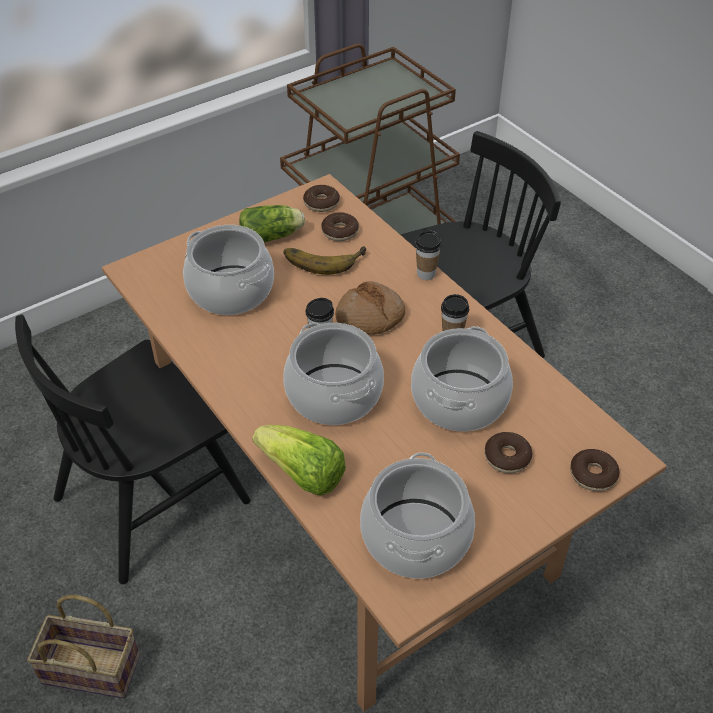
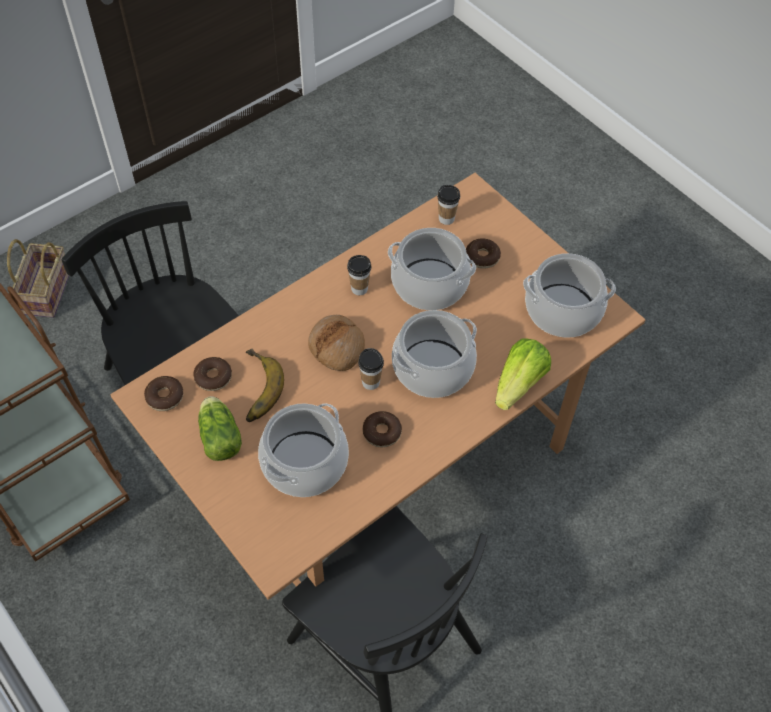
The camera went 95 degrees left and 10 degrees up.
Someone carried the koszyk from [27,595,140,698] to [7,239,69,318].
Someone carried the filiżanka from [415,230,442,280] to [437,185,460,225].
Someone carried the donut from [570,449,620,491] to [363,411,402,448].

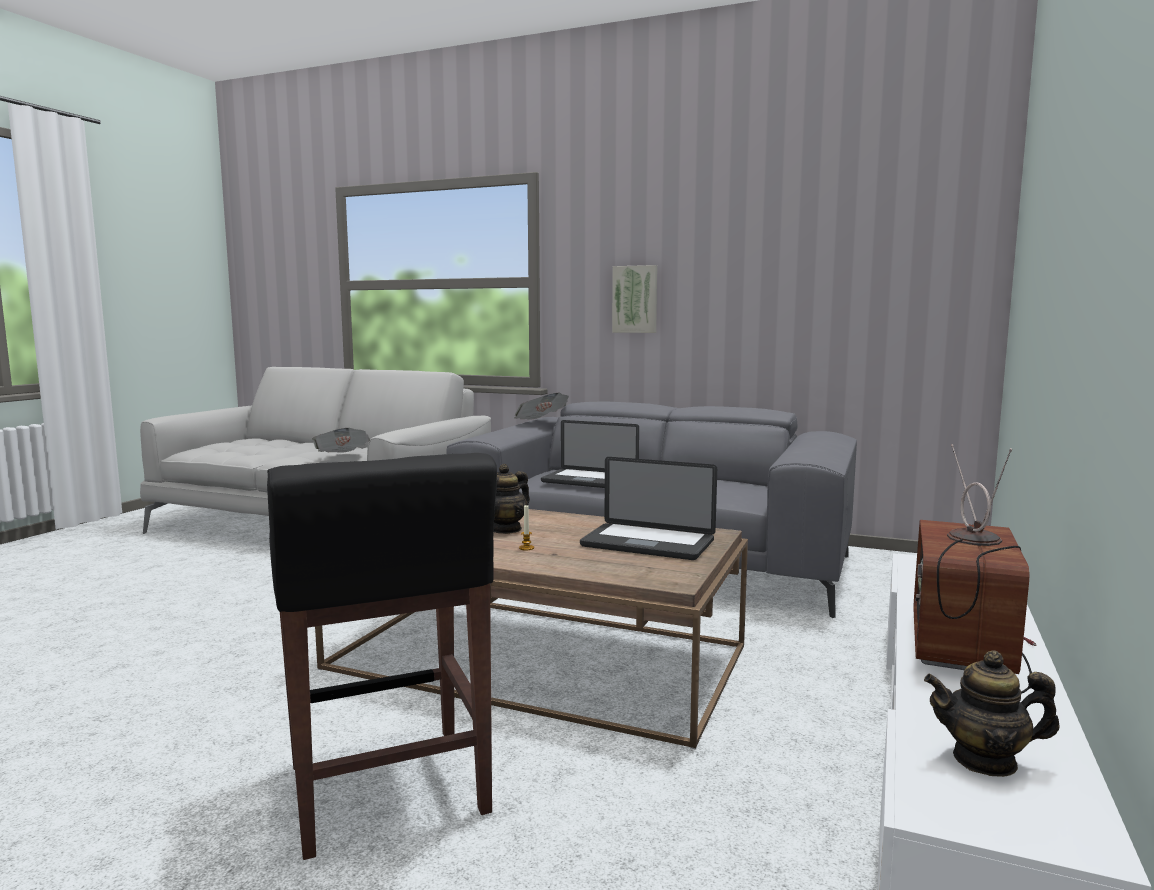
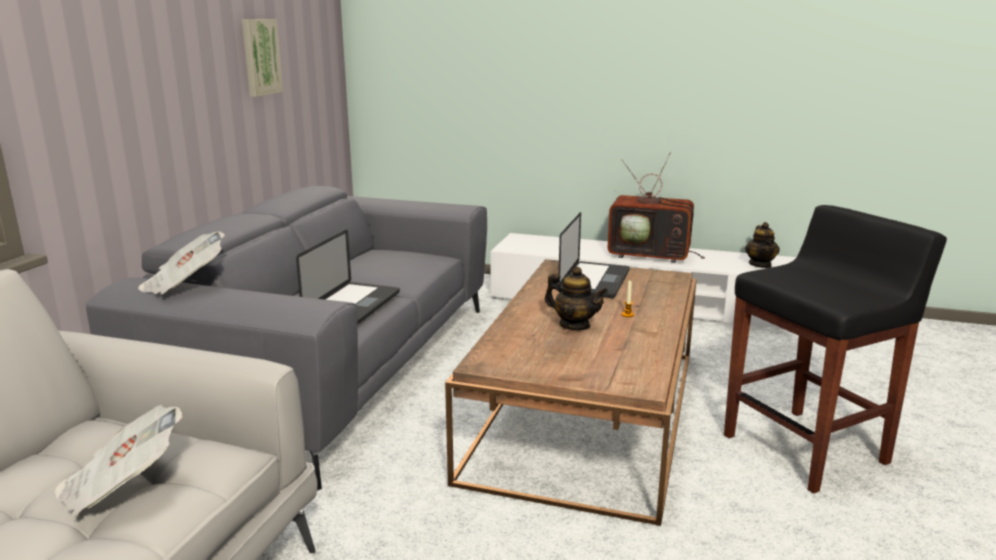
The camera went 95 degrees left and 10 degrees up.
Someone carried the obraz from [612,265,657,333] to [242,19,283,97].

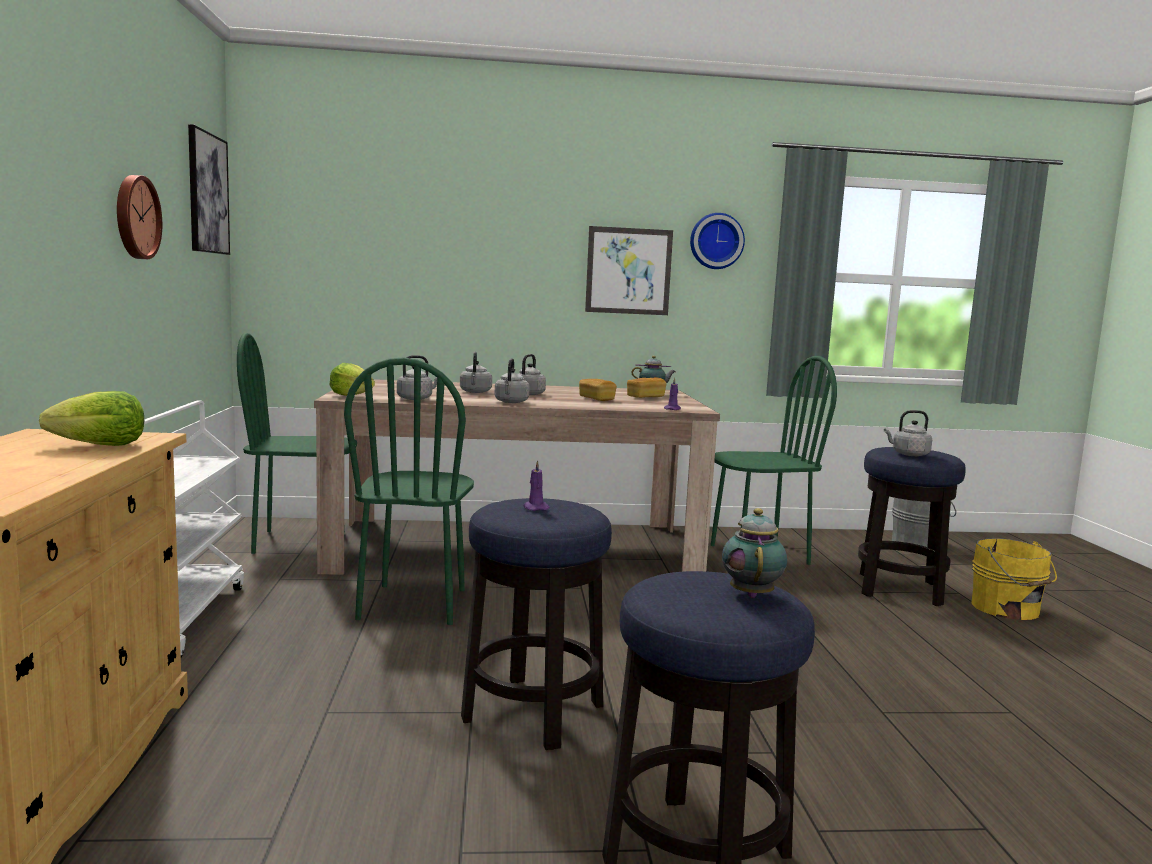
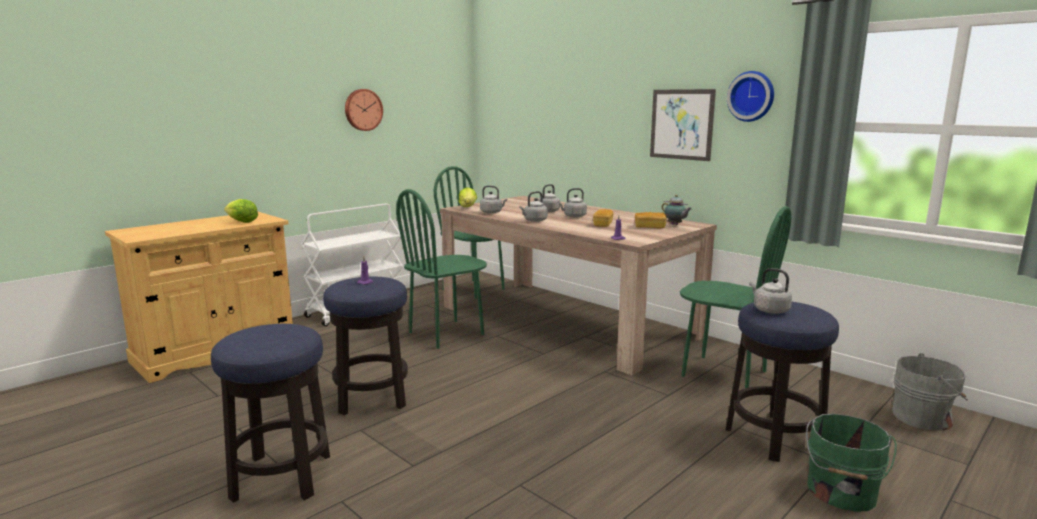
The camera went 50 degrees right and 5 degrees up.
Someone took away the obraz at [188,124,230,255].
Someone took away the imbryk at [722,508,787,598].
Someone repainted the wiadro (żółty) at [971,538,1057,620], which became the wiadro (zielony) at [806,414,897,512].

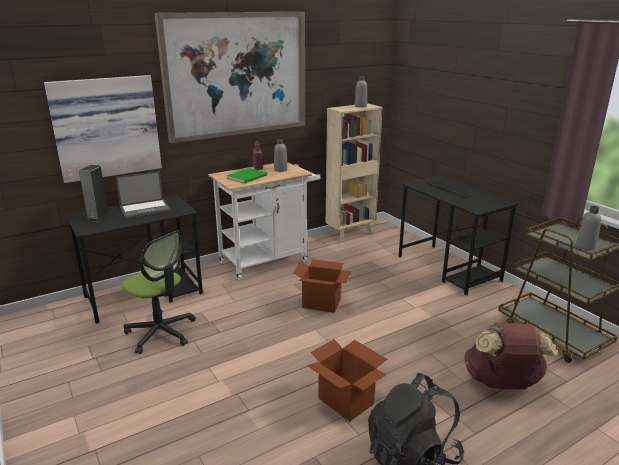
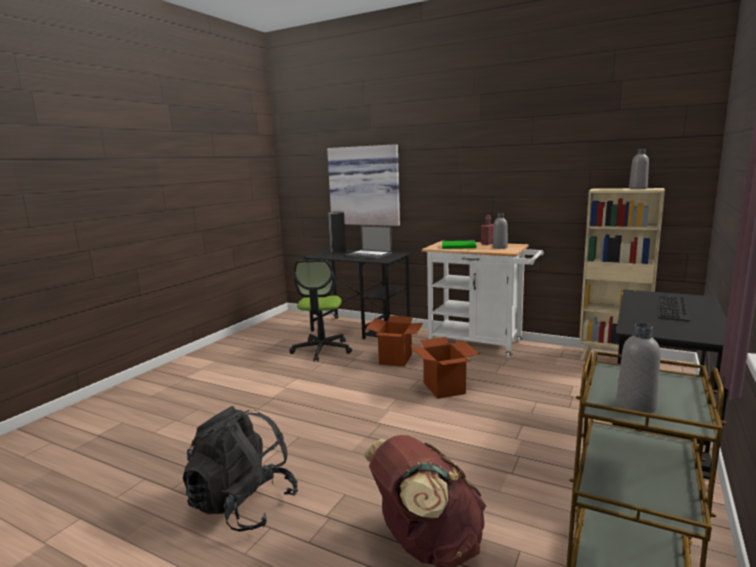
The camera went 60 degrees right and 10 degrees down.
Someone took away the obraz at [154,12,305,143].
Someone carried the karton from [307,339,387,421] to [366,316,423,367].

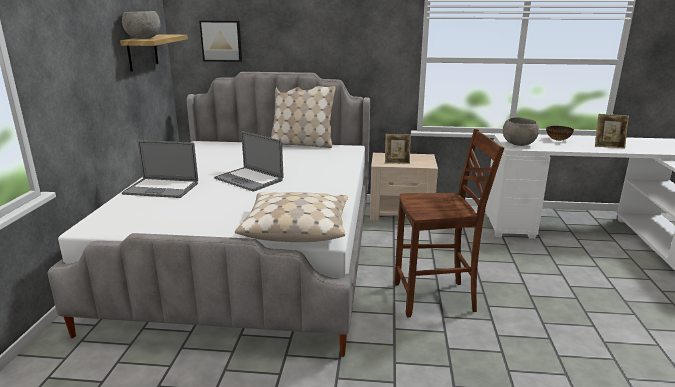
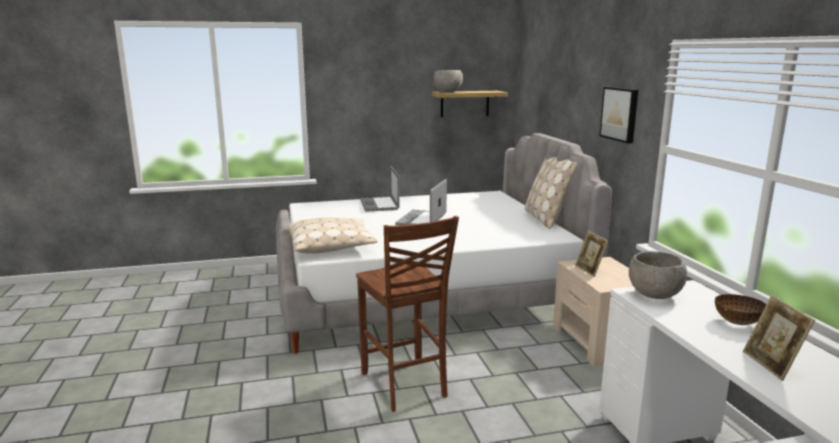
The camera went 70 degrees right and 5 degrees down.
Someone carried the obraz from [199,21,242,62] to [599,87,638,144].

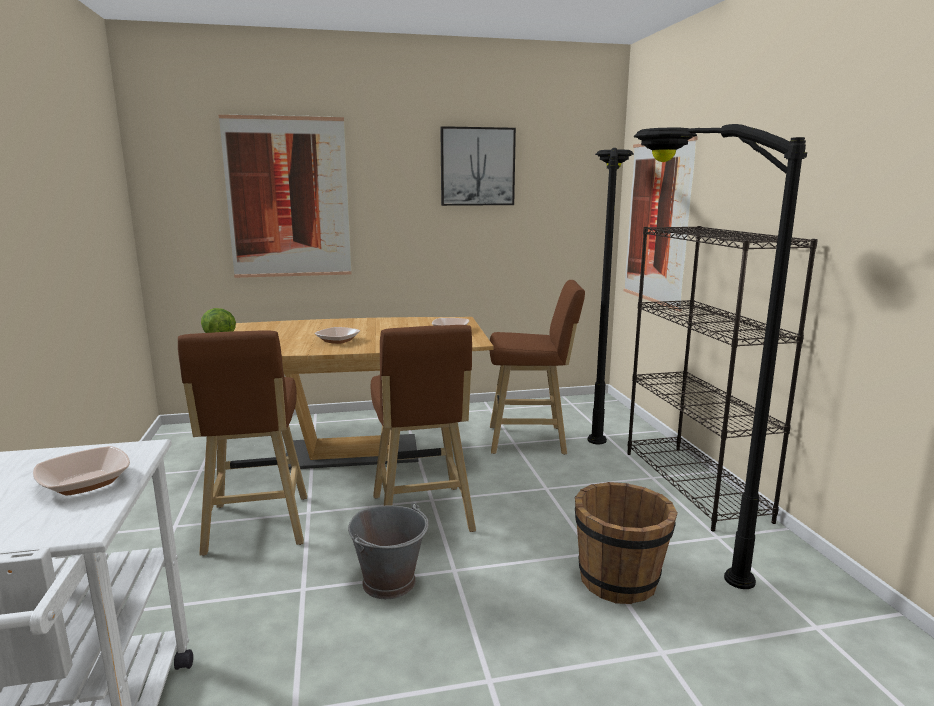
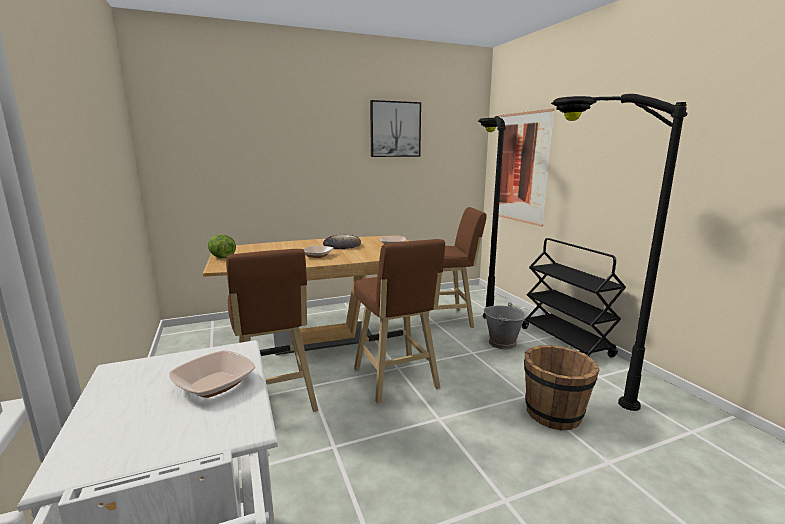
The camera went 10 degrees left and 0 degrees up.
Someone took away the obraz at [219,114,352,278].
Someone carried the wiadro (szary) from [348,502,429,599] to [483,302,527,350].
Someone swapped the regał (czarny) at [627,226,818,532] for the wózek (czarny) at [522,238,626,358].
Someone put down the chleb at [323,234,361,249].

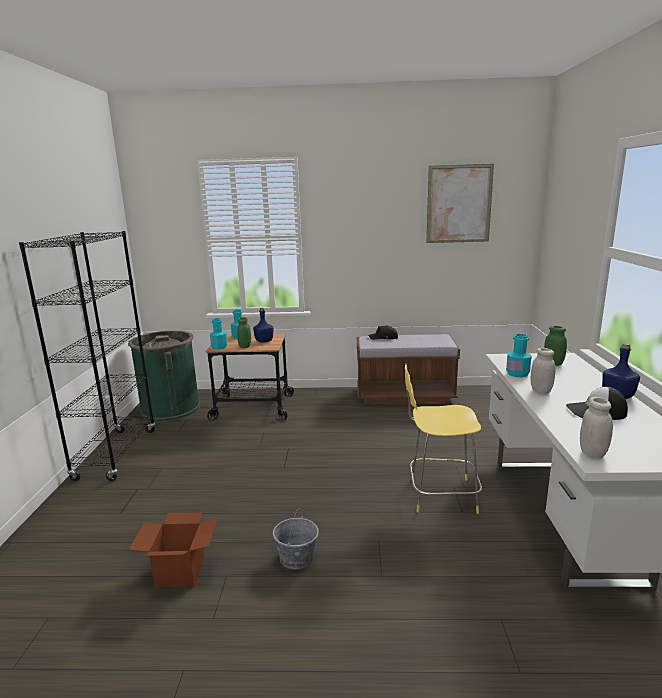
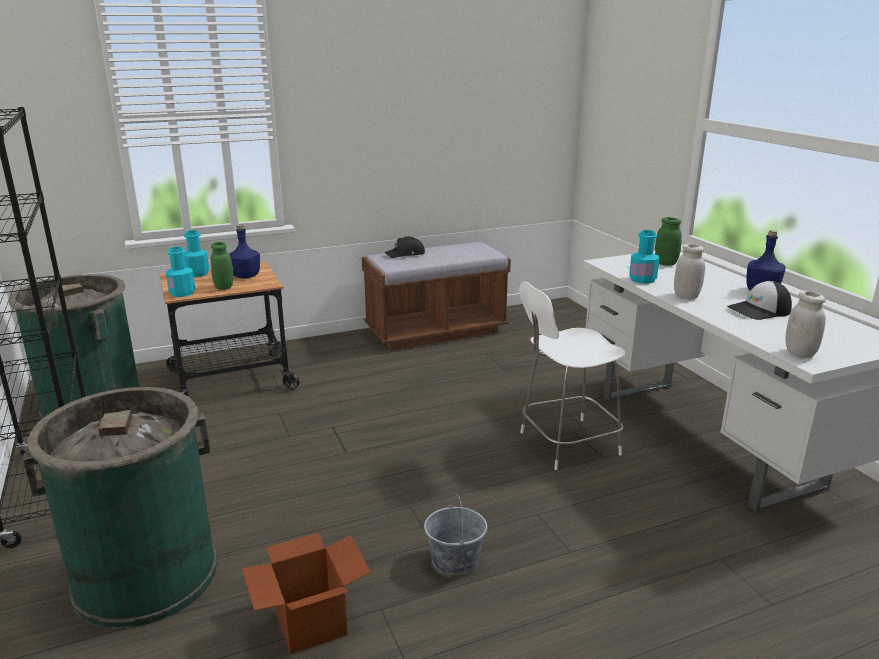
The camera went 25 degrees left and 5 degrees up.
Someone repainted the stołek (żółty) at [405,363,482,514], which became the stołek (biały) at [519,281,625,470].
Someone took away the obraz at [427,164,494,243].
Someone put down the kosz na śmieci (zielony) at [23,387,217,629].

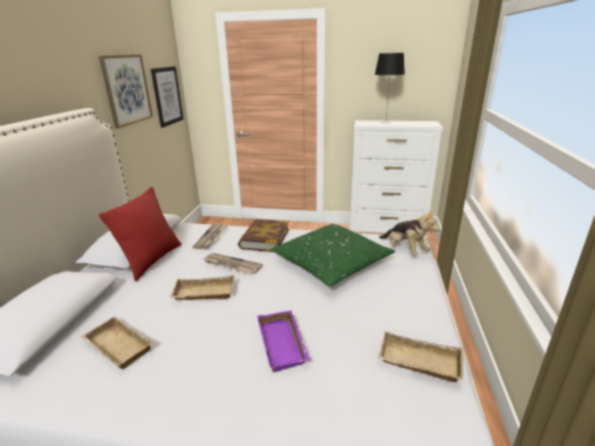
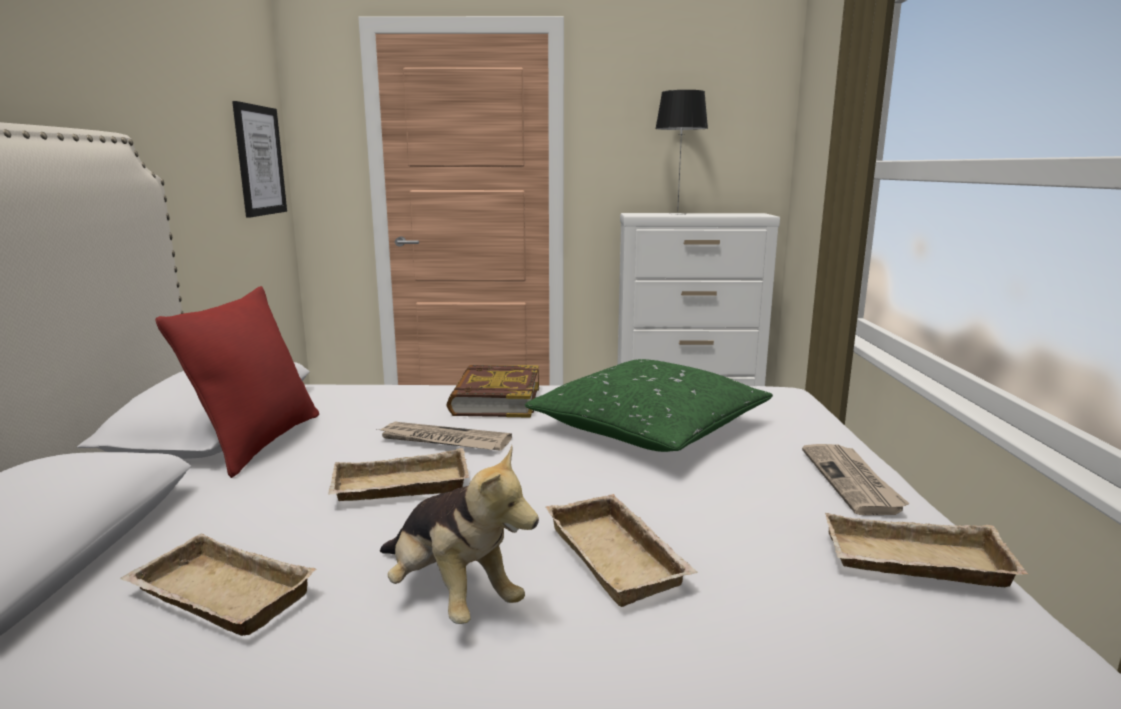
The camera went 10 degrees left and 10 degrees down.
Someone took away the obraz at [99,54,153,129].
Someone carried the gazeta from [193,223,228,249] to [802,444,910,515].
Someone repainted the taca (fioletowy) at [257,310,310,373], which became the taca (beżowy) at [546,494,698,607].
Someone carried the pluszak from [379,210,440,255] to [380,445,539,624].

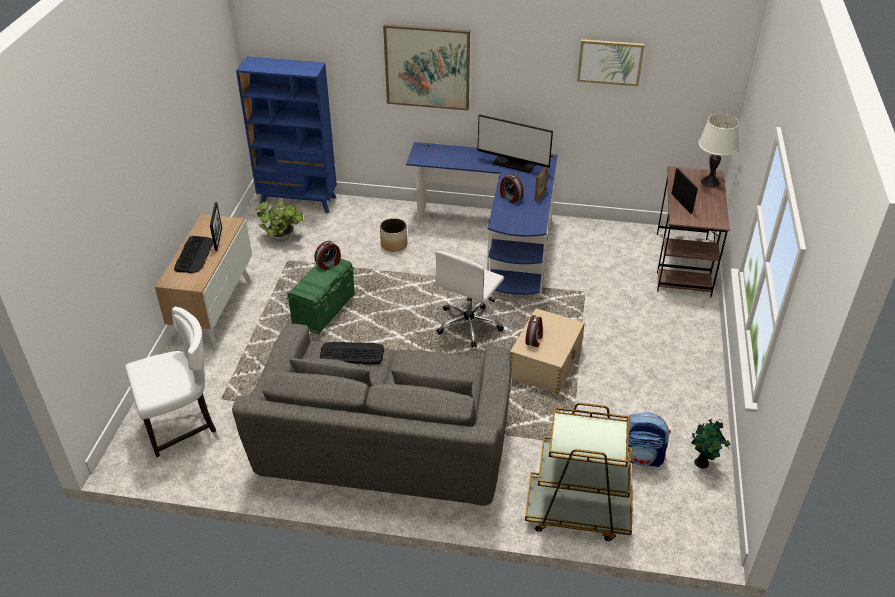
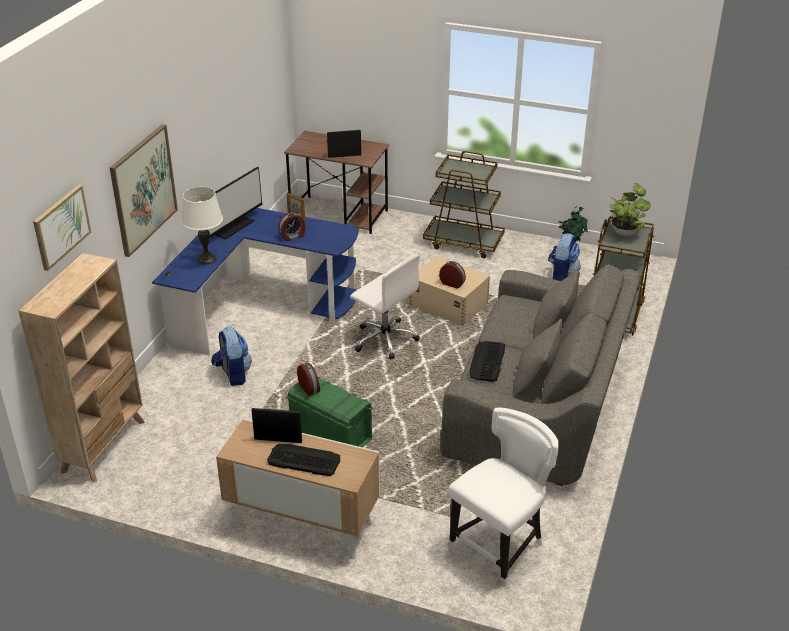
The camera went 80 degrees left and 5 degrees down.
Someone rotated the krzesło (biały) at [125,307,219,464] by 60 degrees clockwise.
Someone repainted the regał (niebieski) at [236,57,337,214], which became the regał (beżowy) at [18,253,145,482].
Someone carried the roślina doniczkowa from [256,201,303,242] to [610,183,651,237].
Someone swapped the donica at [380,218,407,252] for the plecak at [211,327,252,386].
Someone carried the obraz from [577,39,644,86] to [33,185,91,271].
Someone carried the lampa stołowa (biały) from [698,114,739,187] to [181,187,223,265].
Someone put down the wózek (brązowy) at [423,151,505,258].

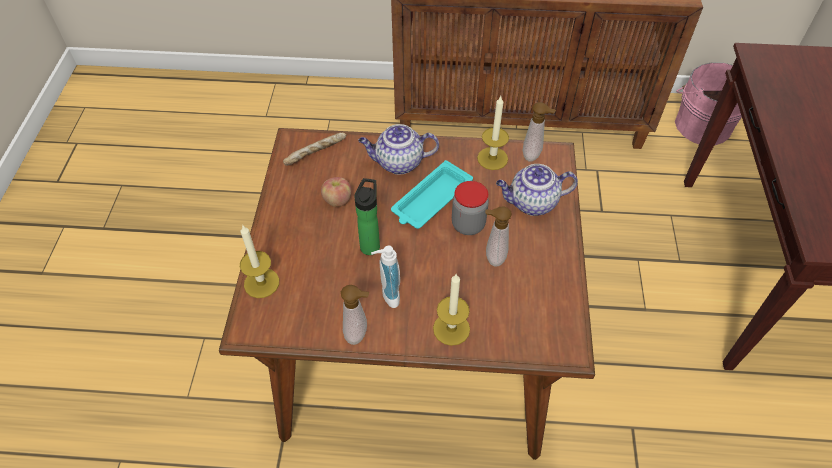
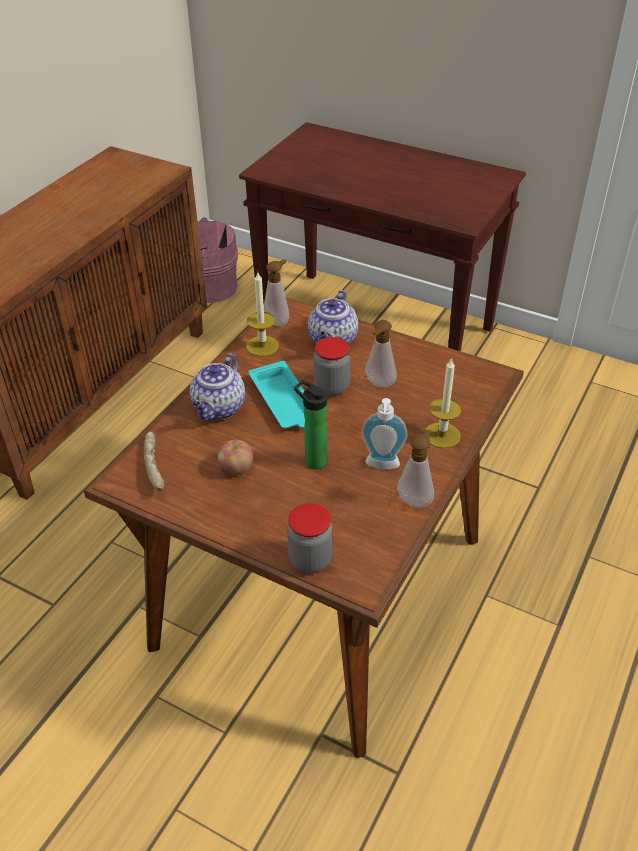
The camera went 65 degrees left and 10 degrees down.
Someone swapped the świeca at [240,226,279,298] for the słoik at [287,503,332,573].

